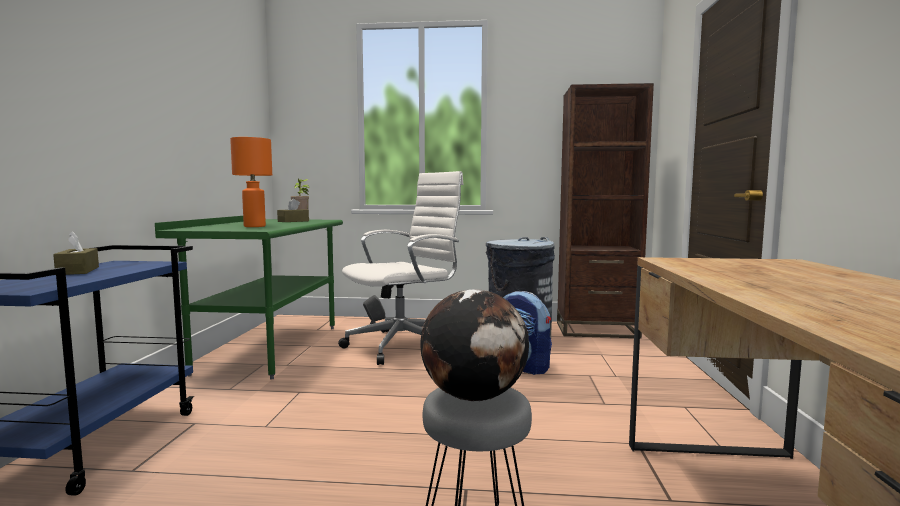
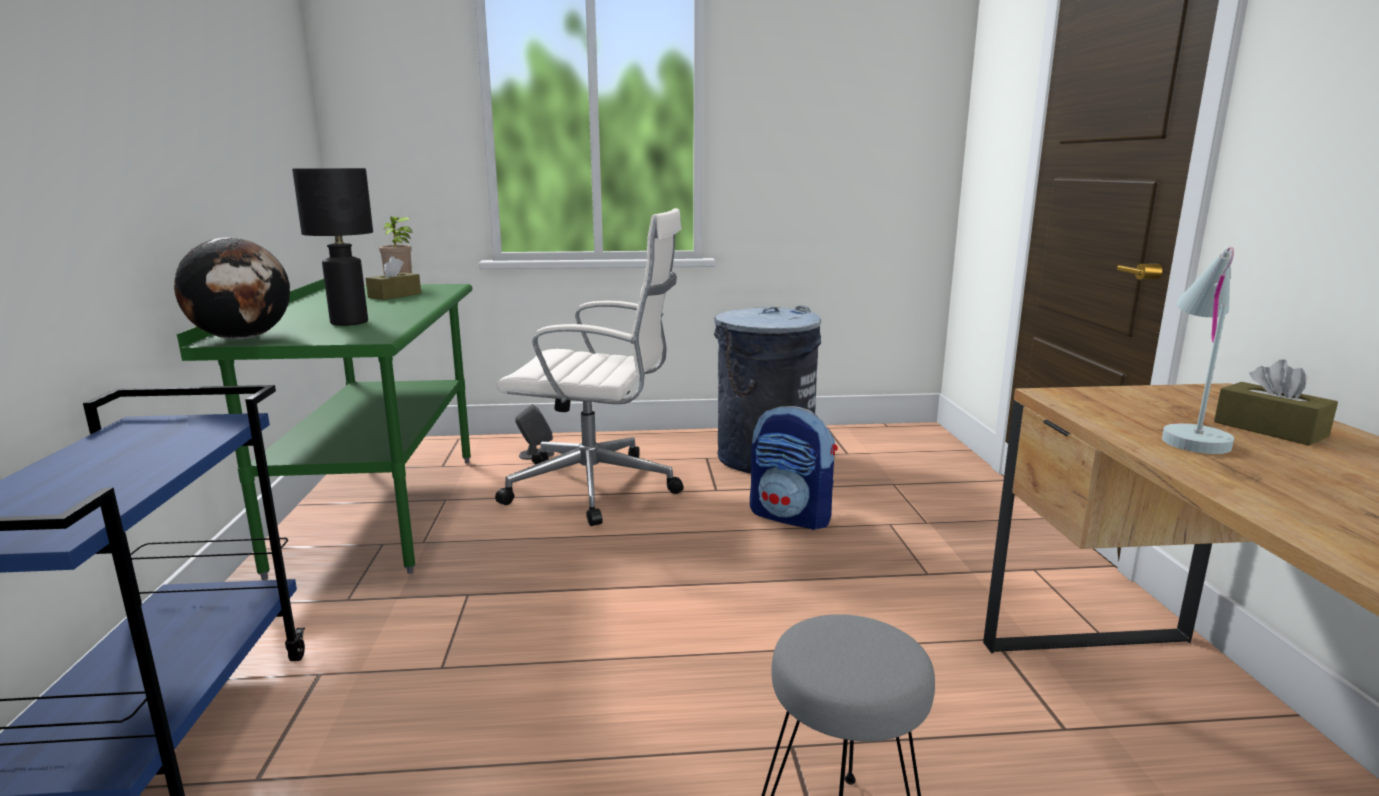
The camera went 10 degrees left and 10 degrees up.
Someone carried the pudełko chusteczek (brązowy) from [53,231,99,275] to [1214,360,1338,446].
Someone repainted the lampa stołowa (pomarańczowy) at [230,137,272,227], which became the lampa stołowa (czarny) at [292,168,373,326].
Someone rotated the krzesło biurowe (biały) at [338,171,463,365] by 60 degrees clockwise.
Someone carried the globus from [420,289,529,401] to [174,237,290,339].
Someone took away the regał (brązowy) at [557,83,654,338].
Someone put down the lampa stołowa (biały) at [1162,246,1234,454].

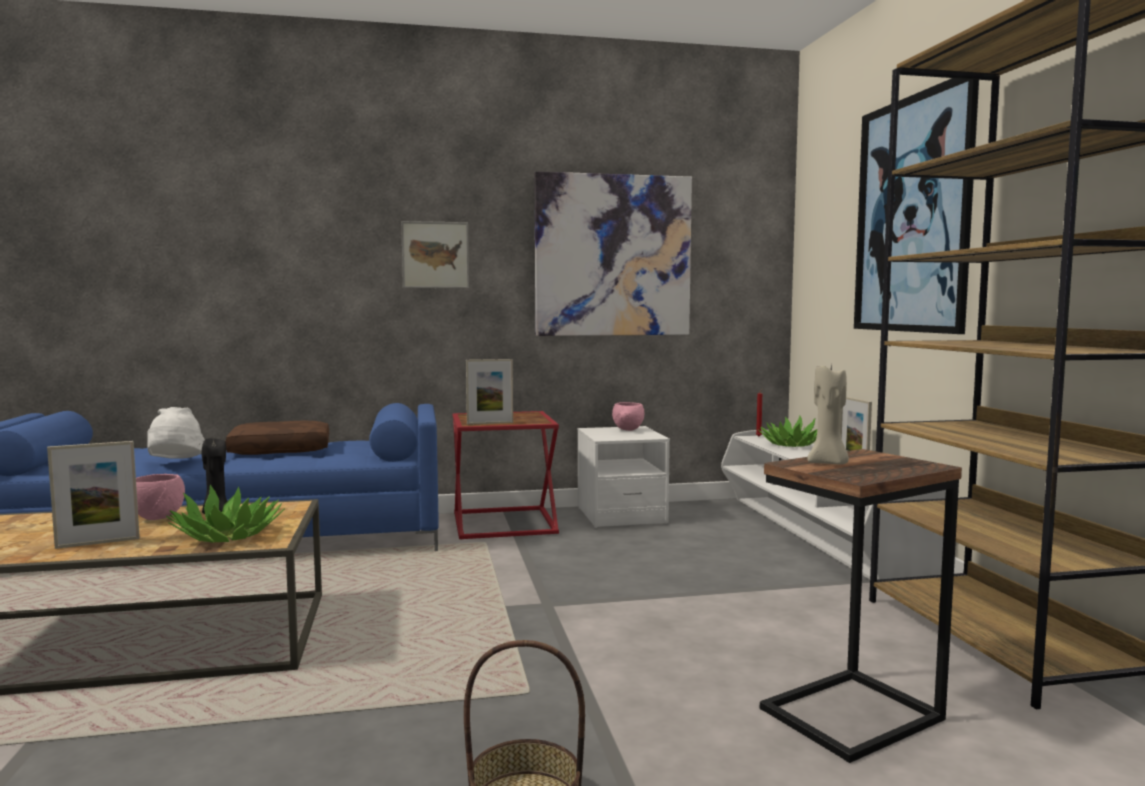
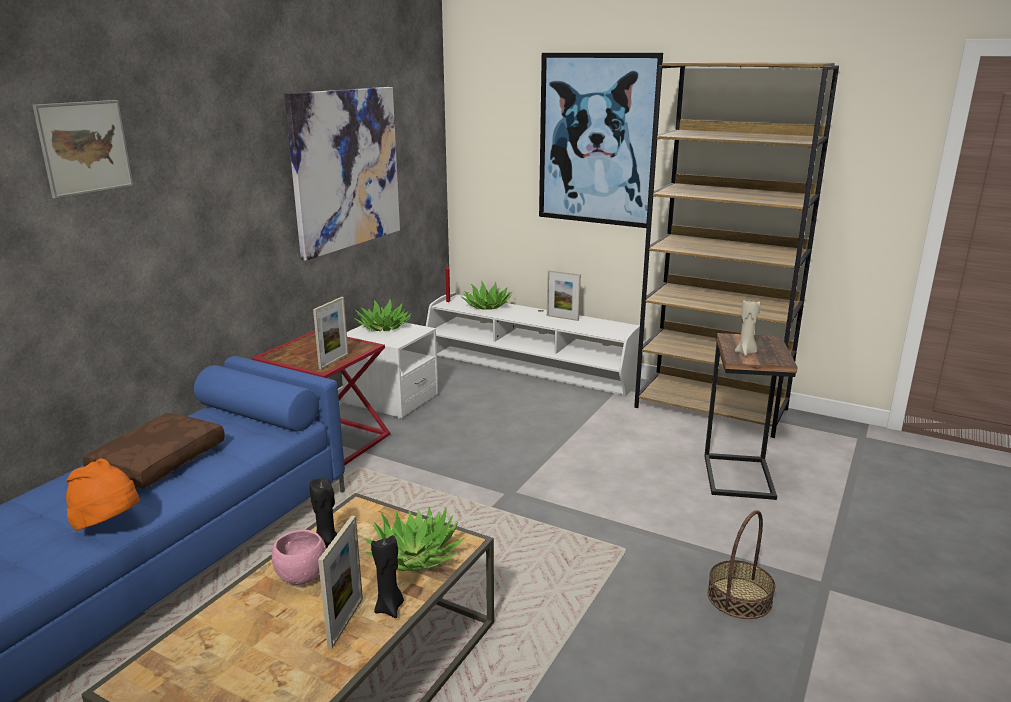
The camera went 50 degrees left and 15 degrees up.
Someone repainted the kapelusz (biały) at [147,407,205,459], which became the kapelusz (pomarańczowy) at [66,459,139,531].
Someone carried the obraz from [401,221,469,288] to [33,100,133,199].
Someone swapped the miska (różowy) at [612,402,644,431] for the roślina doniczkowa at [354,299,412,331].
Someone put down the świeca (czarny) at [371,535,404,618].

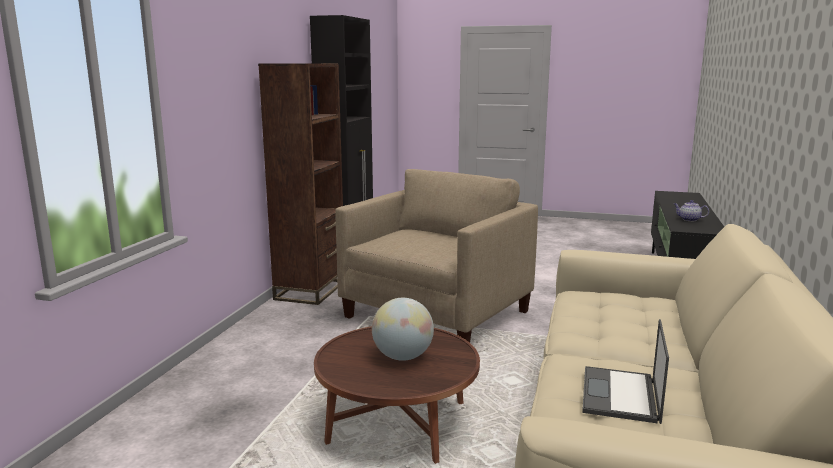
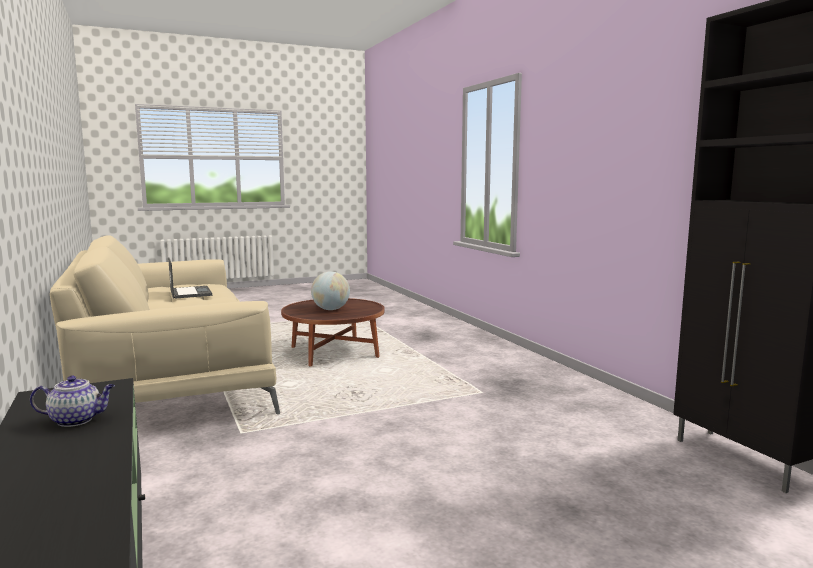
The camera went 140 degrees right and 5 degrees down.
Someone took away the regał (brązowy) at [258,63,343,305].
Someone took away the fotel (beżowy) at [335,169,538,343].

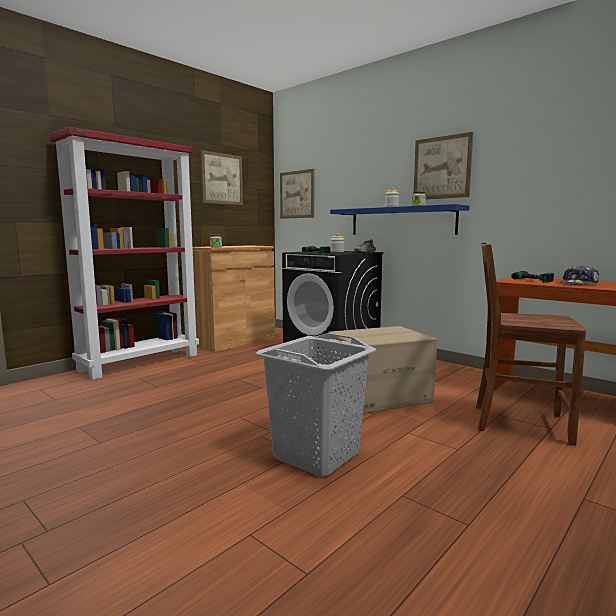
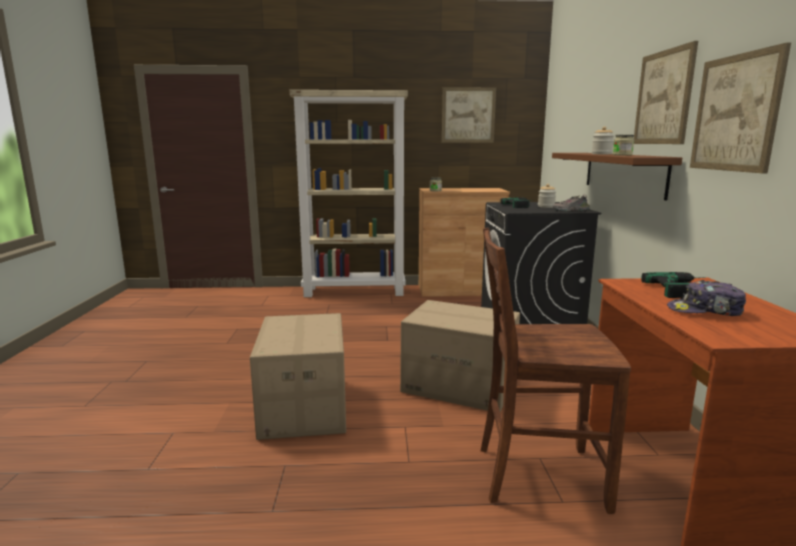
The camera went 45 degrees right and 5 degrees up.
Someone repainted the regał (czerwony) at [50,127,199,380], which became the regał (beżowy) at [289,90,408,297].
Someone swapped the kosz na pranie (szary) at [256,333,376,477] for the karton at [250,313,346,440].
Someone carried the obraz from [280,169,314,219] to [690,43,791,173].
Someone repainted the półka (niebieski) at [330,204,470,235], which became the półka (brązowy) at [552,153,682,201].
Someone rotated the krzesło (brązowy) at [476,243,586,446] by 60 degrees counterclockwise.

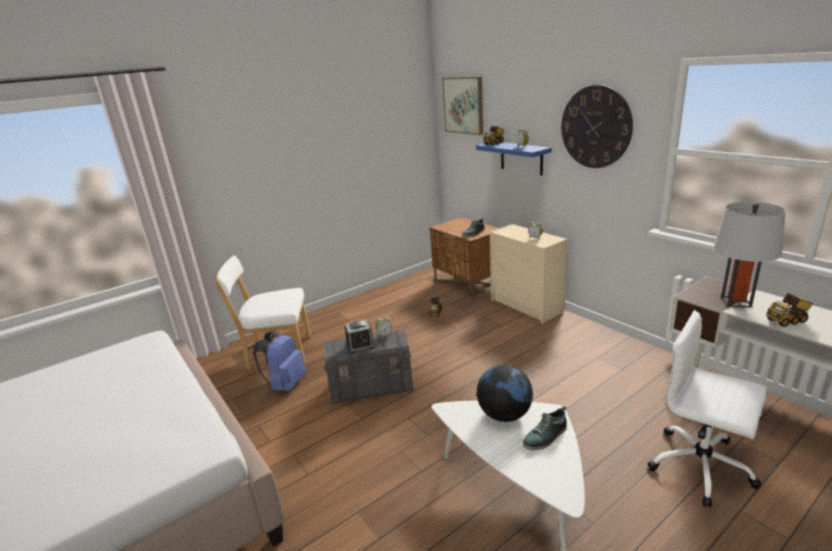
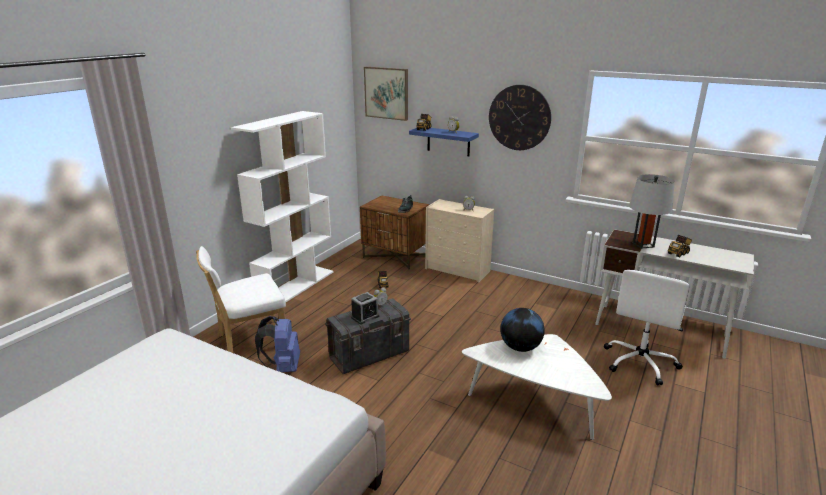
The camera went 25 degrees left and 0 degrees up.
Someone took away the but at [523,406,567,450].
Someone rotated the krzesło biurowe (biały) at [648,310,767,508] by 75 degrees counterclockwise.
Someone put down the regał (biały) at [231,111,334,302].

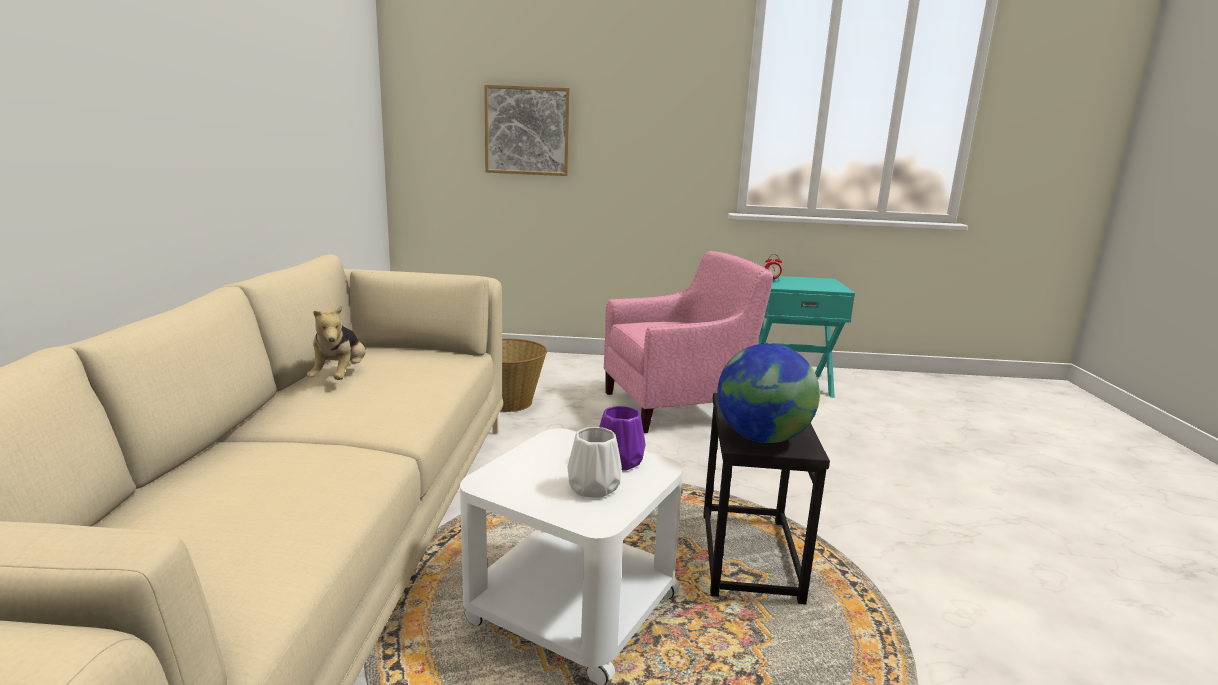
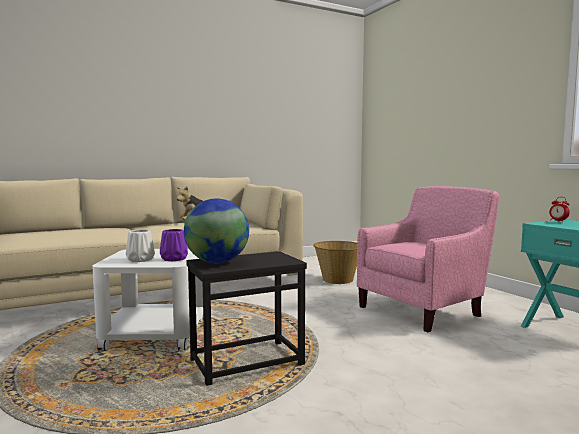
The camera went 60 degrees right and 10 degrees down.
Someone took away the obraz at [484,85,570,176].
Someone rotated the fotel (różowy) at [604,251,773,433] by 75 degrees counterclockwise.

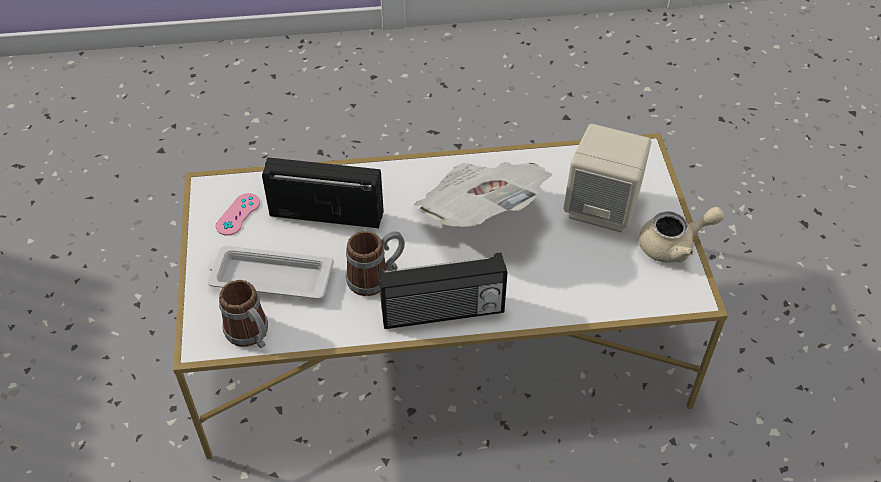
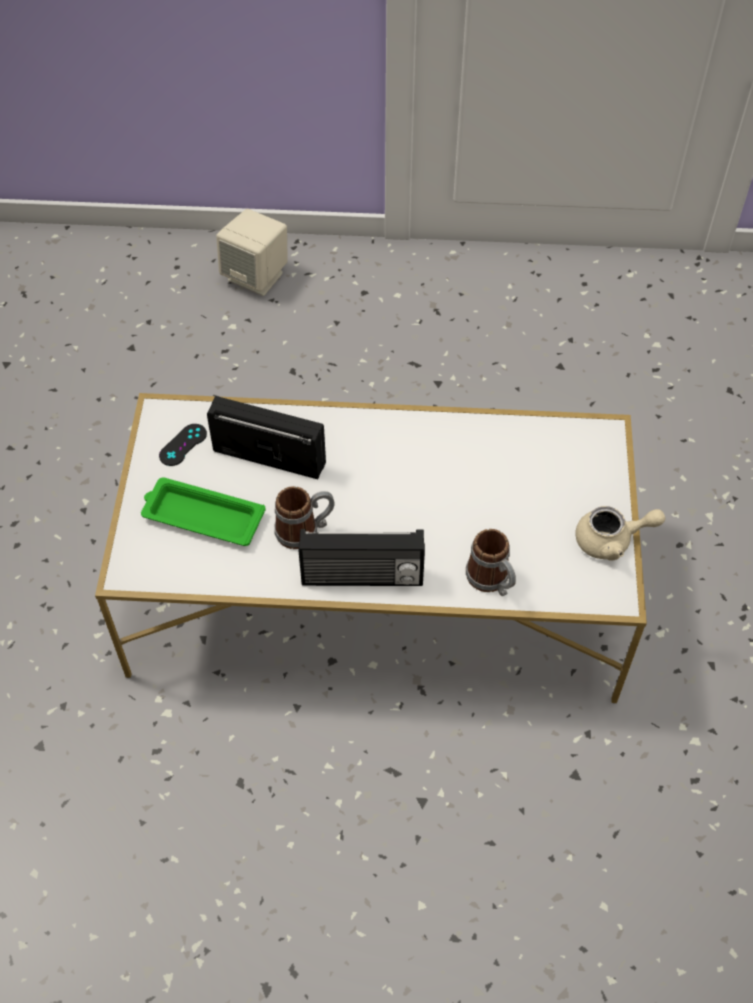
The camera went 10 degrees right and 5 degrees up.
Someone repainted the taca (biały) at [208,246,334,299], which became the taca (zielony) at [141,477,265,546].
Someone repainted the pad do gier (różowy) at [216,193,260,236], which became the pad do gier (czarny) at [159,424,207,466].
Someone carried the kubek from [219,280,268,348] to [466,529,516,596].
Someone took away the gazeta at [414,162,552,227].
Someone carried the głośnik (beżowy) from [564,124,651,233] to [216,209,288,296].

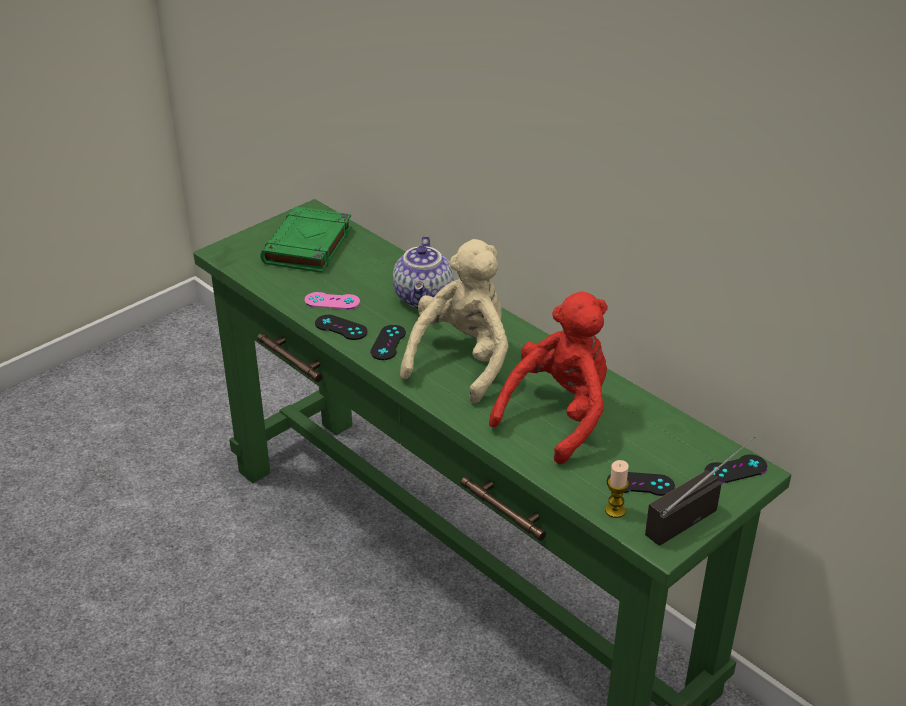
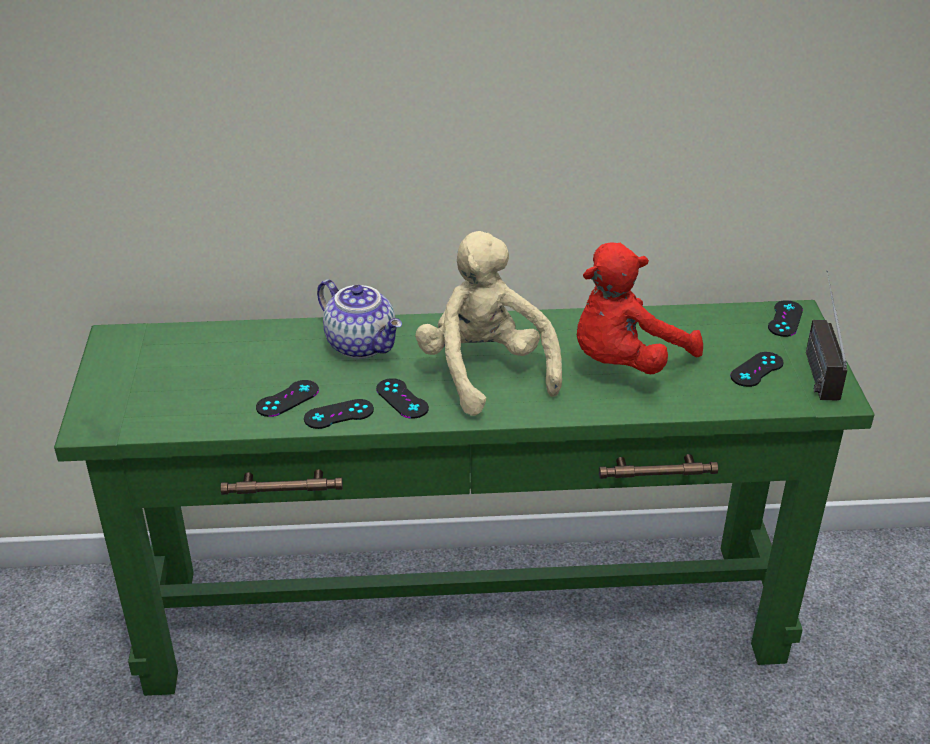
The camera went 50 degrees left and 0 degrees up.
Someone took away the książka (zielony) at [260,207,352,273].
Someone repainted the pad do gier (różowy) at [305,292,360,309], which became the pad do gier (czarny) at [256,380,319,417].
Someone rotated the pluszak (czerwony) at [489,291,608,464] by 120 degrees counterclockwise.
Someone took away the świeca at [605,460,629,518].

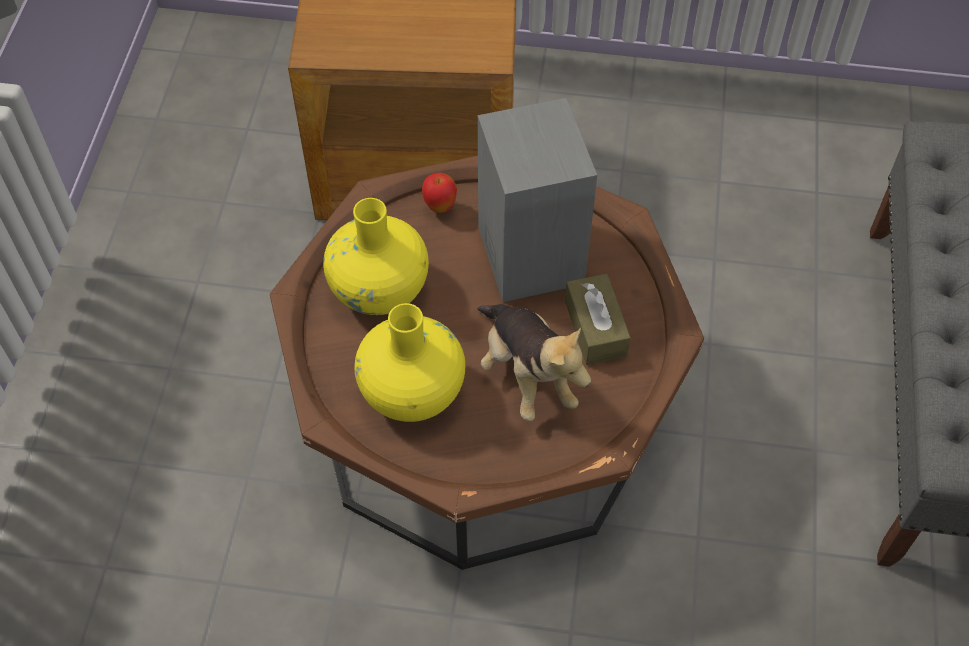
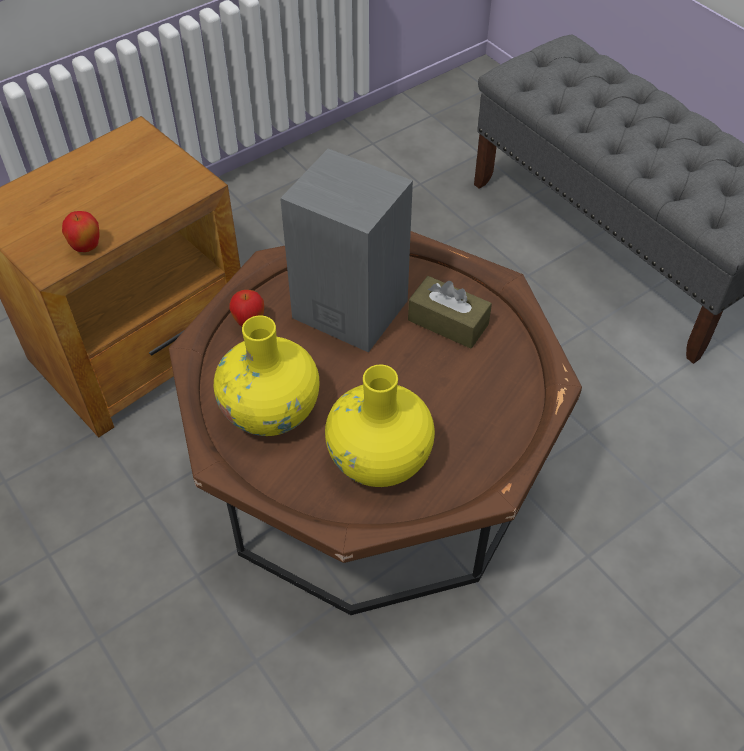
The camera went 45 degrees left and 5 degrees down.
Someone took away the pluszak at [477,304,591,421].
Someone put down the jabłko at [62,211,100,252].

